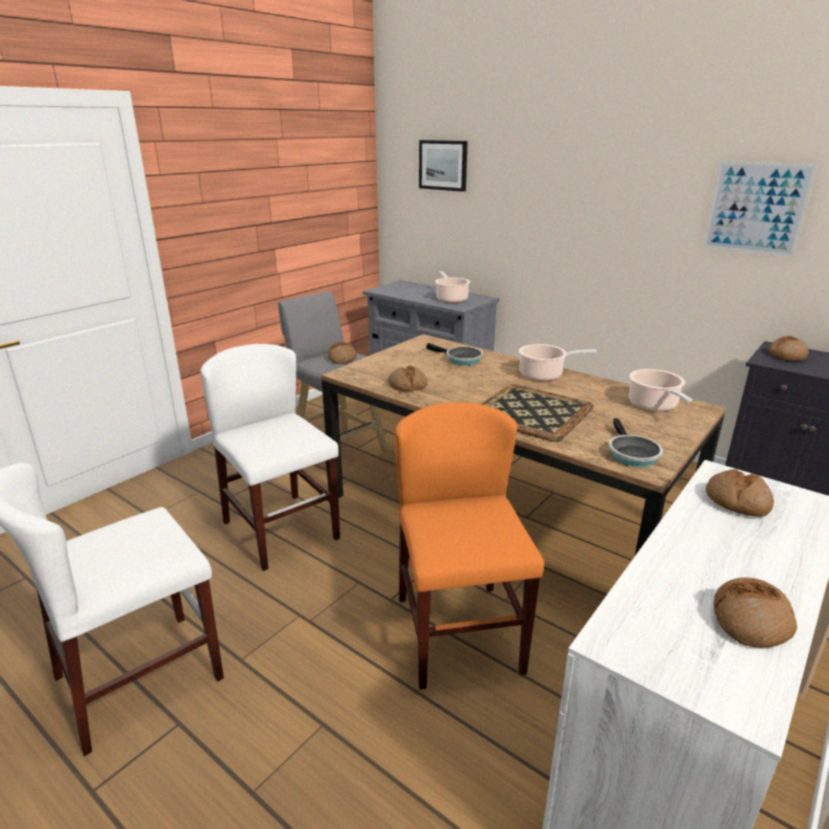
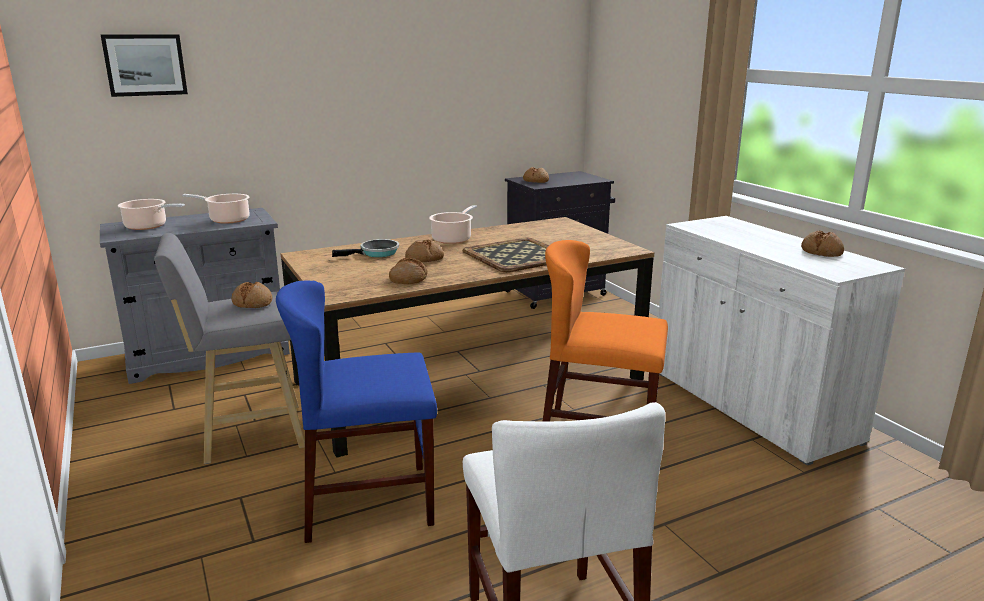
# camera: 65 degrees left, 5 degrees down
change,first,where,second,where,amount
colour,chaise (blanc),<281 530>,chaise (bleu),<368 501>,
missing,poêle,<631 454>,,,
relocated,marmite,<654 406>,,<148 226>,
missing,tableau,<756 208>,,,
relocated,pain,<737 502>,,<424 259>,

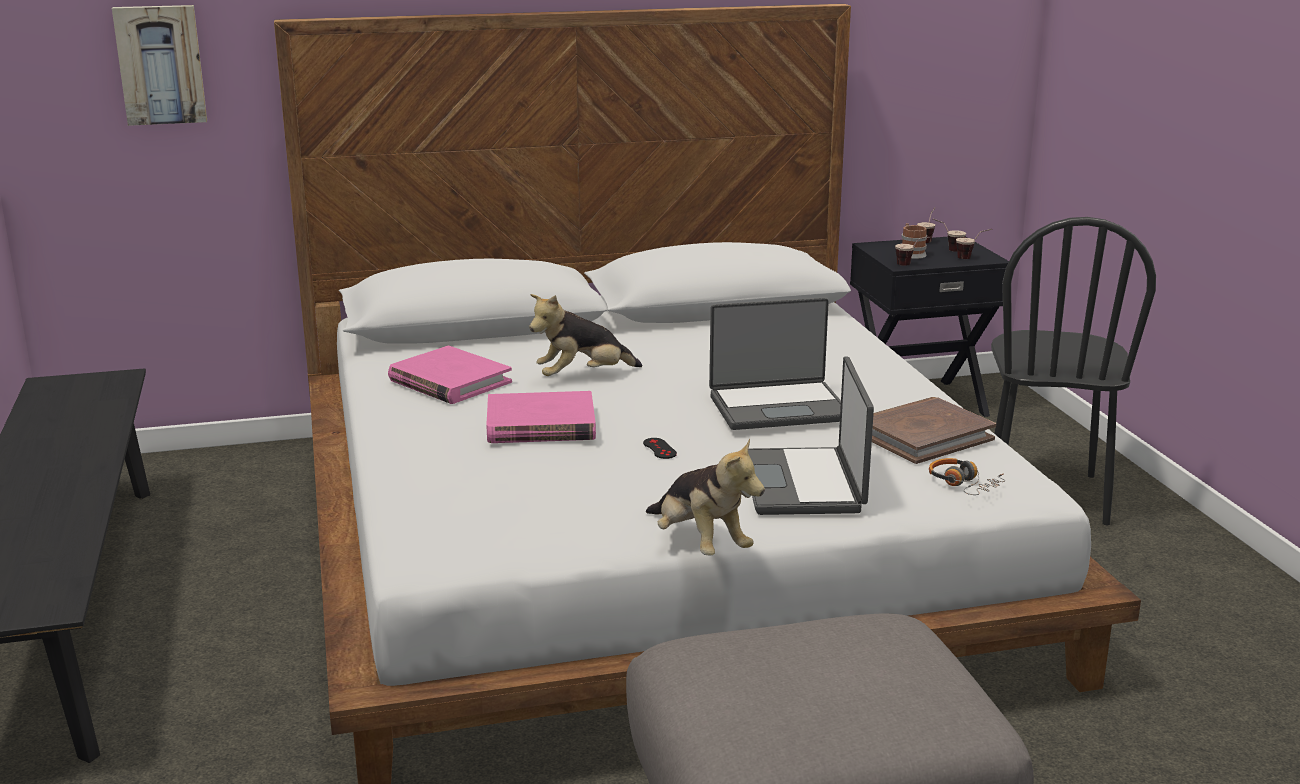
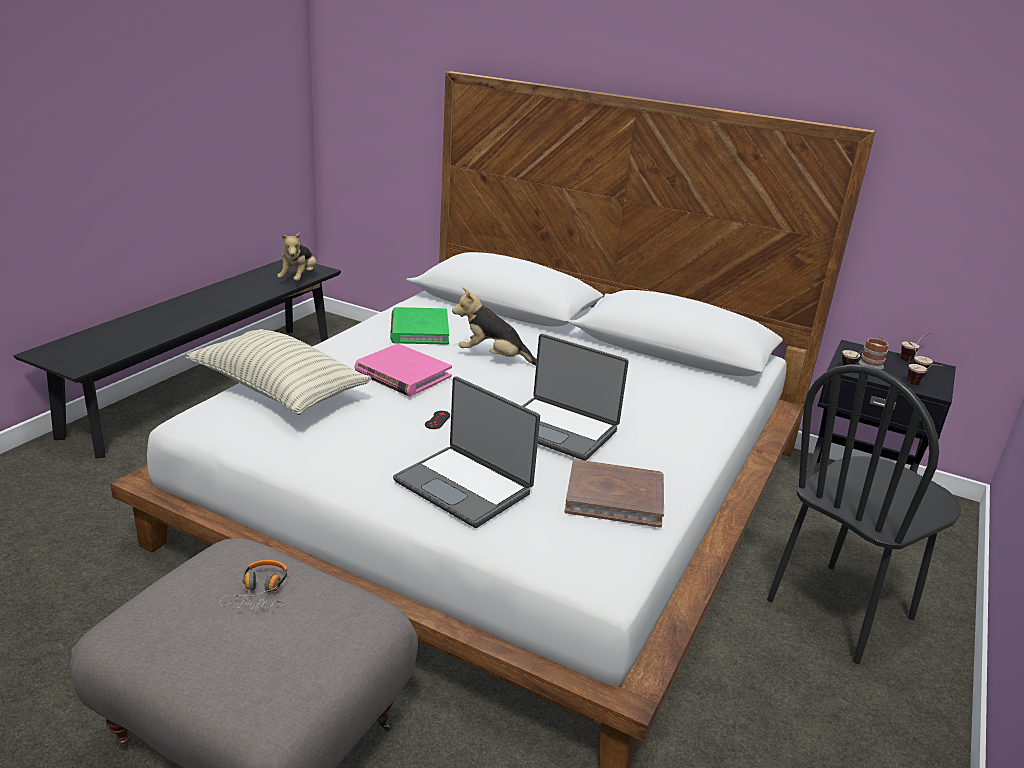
# camera: 40 degrees right, 5 degrees up
change,first,where,second,where,amount
missing,tableau,<161 64>,,,
colour,livre (rose),<449 381>,livre (vert),<419 330>,
relocated,peluche,<700 544>,,<299 279>,
spun,ordinateur portable,<805 484>,,<465 486>,90 degrees counterclockwise
relocated,casque audio,<964 484>,,<260 592>,
appeared,,,coussin,<279 390>,

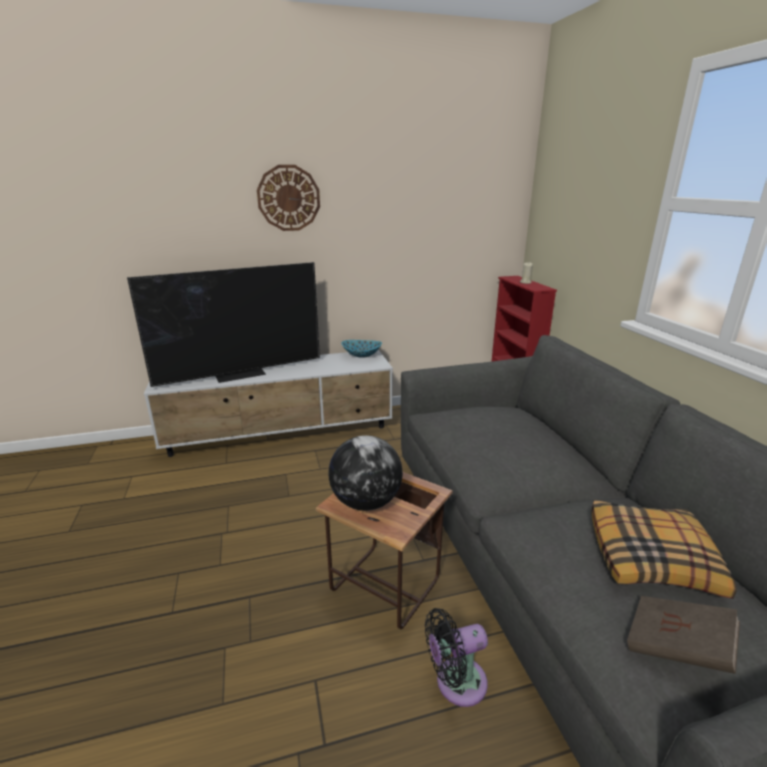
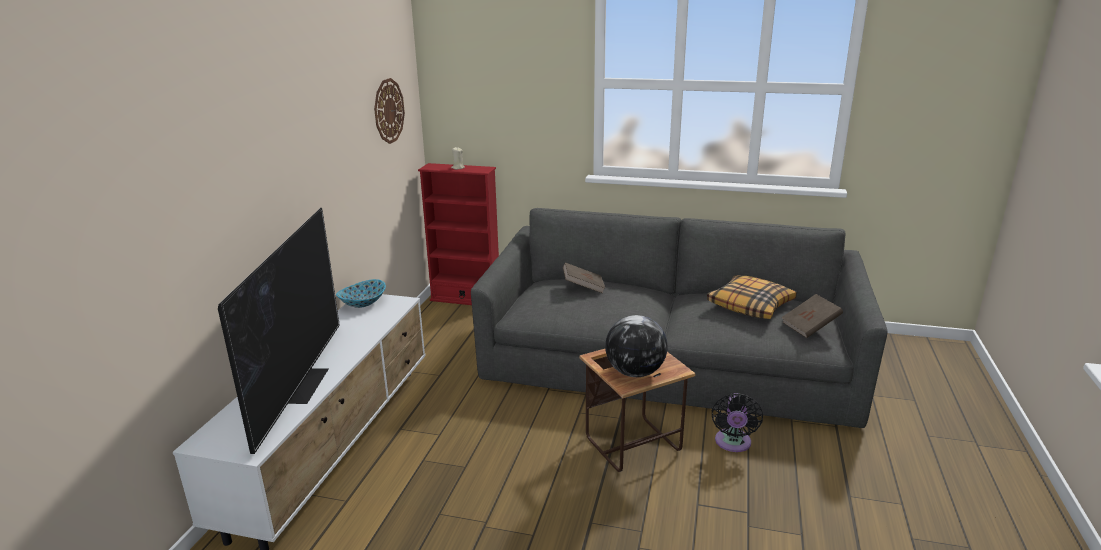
# camera: 60 degrees left, 0 degrees up
change,first,where,second,where,amount
relocated,horloge murale,<288 198>,,<388 111>,
appeared,,,livre (marron),<583 287>,

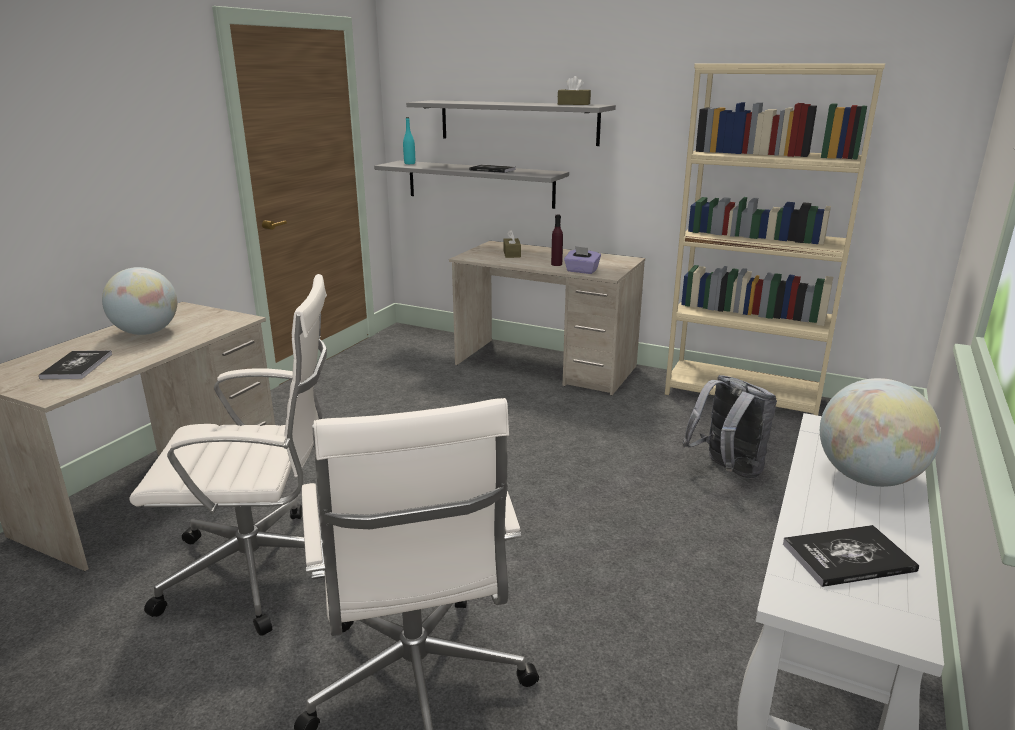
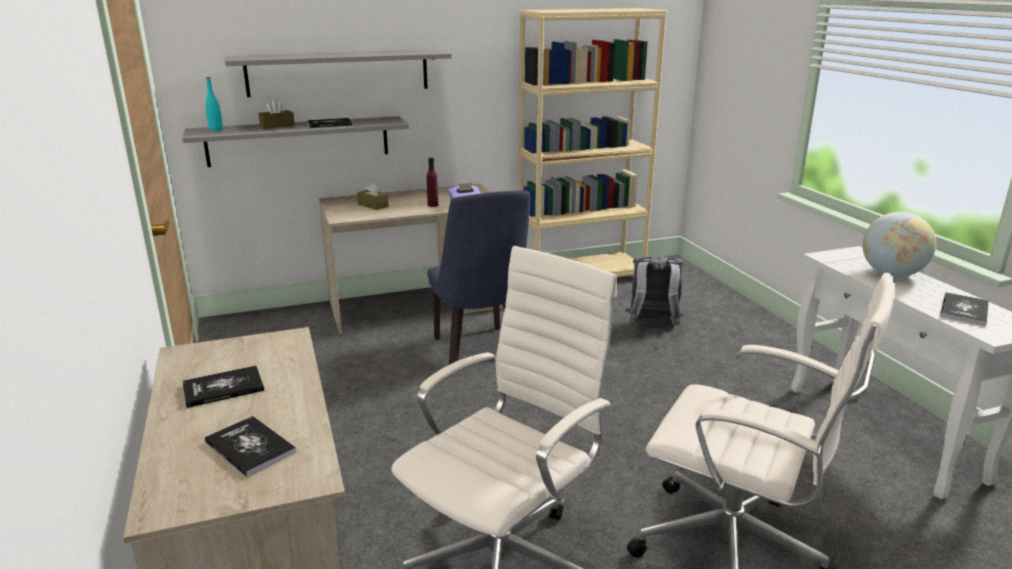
# camera: 45 degrees left, 0 degrees up
change,first,where,second,where,amount
exchanged,globe,<147 332>,livre,<223 388>,
relocated,boîte à mouchoirs (marron),<573 104>,,<277 126>,
appeared,,,chaise (bleu),<479 351>,

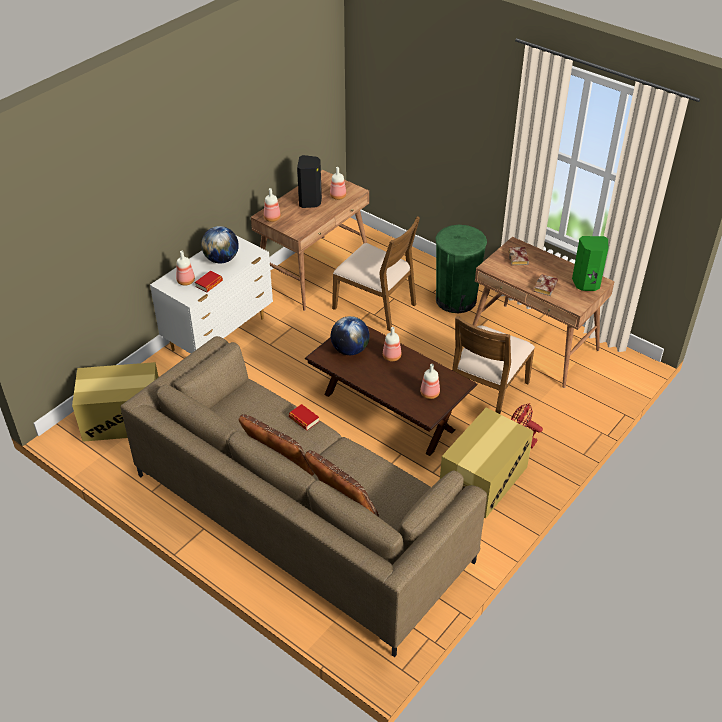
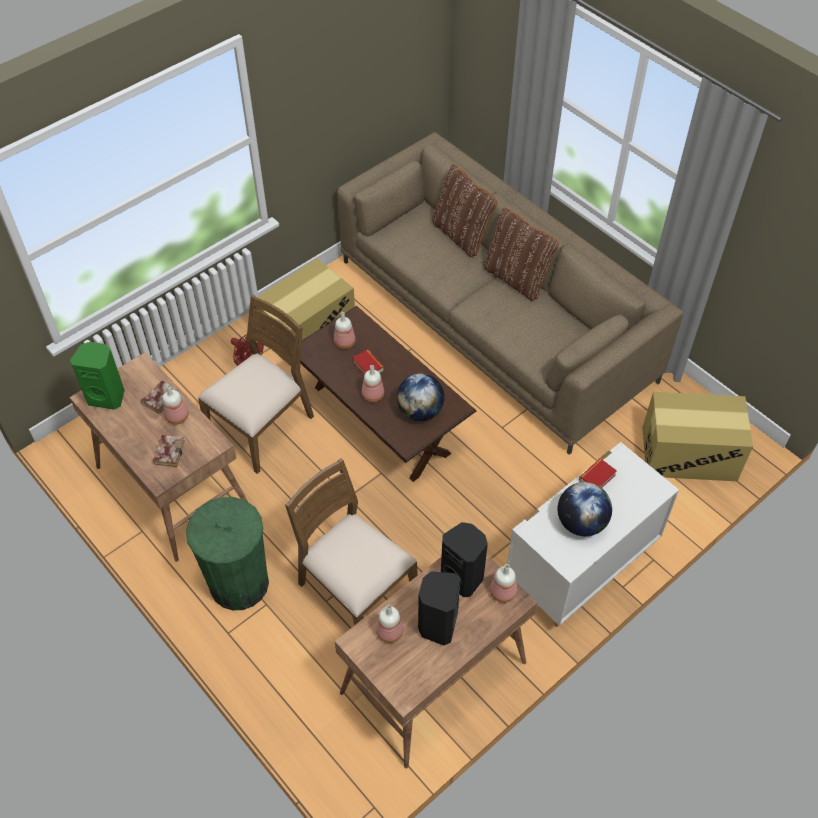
# camera: 170 degrees left, 10 degrees up
change,first,where,second,where,amount
relocated,bouteille,<186 282>,,<177 416>,
relocated,livre,<304 419>,,<368 366>,
appeared,,,enceinte (noir),<463 577>,

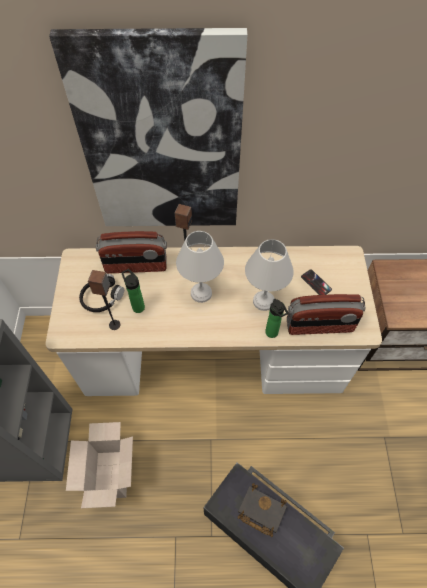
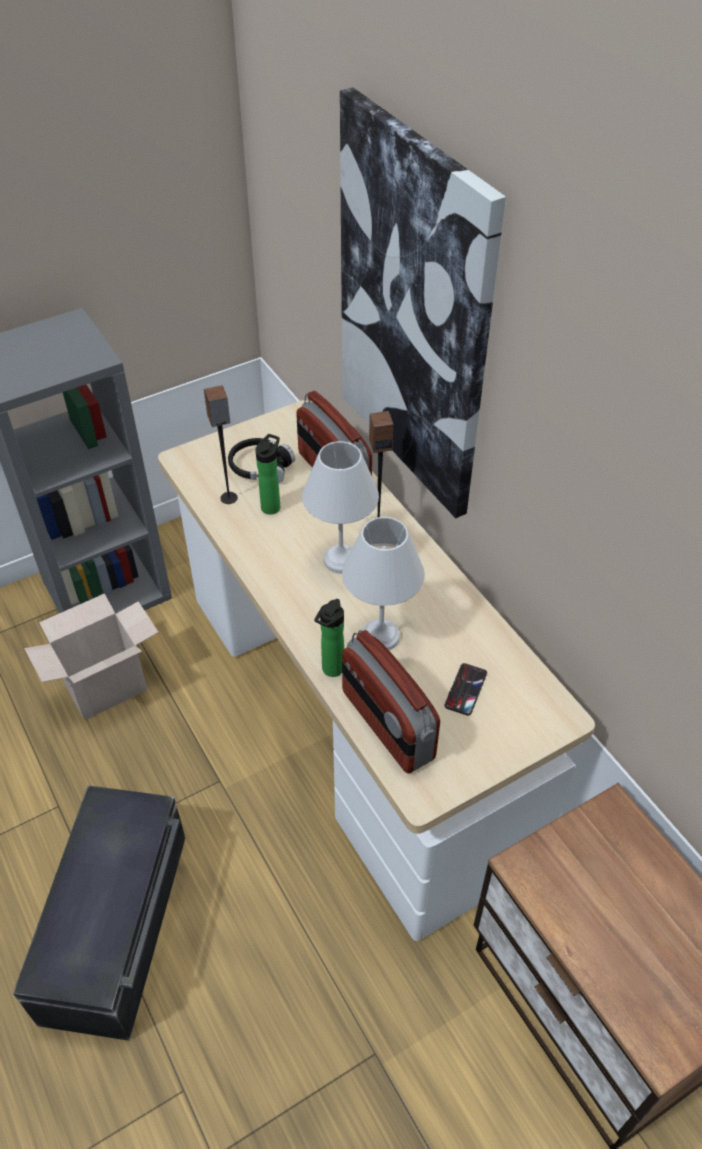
# camera: 60 degrees right, 10 degrees down
change,first,where,second,where,amount
missing,livre (noir),<260 511>,,,

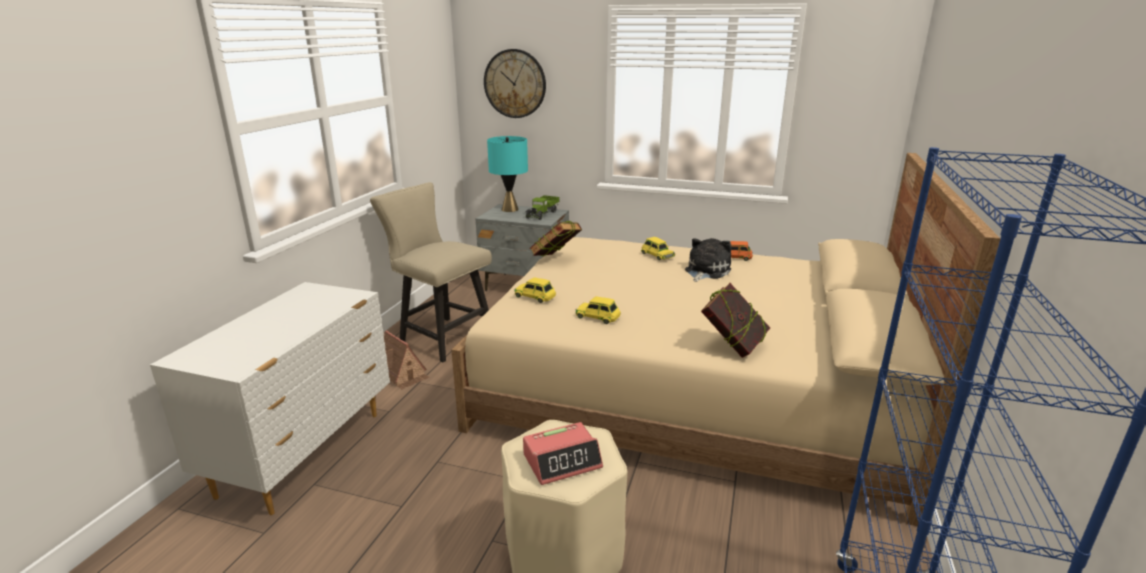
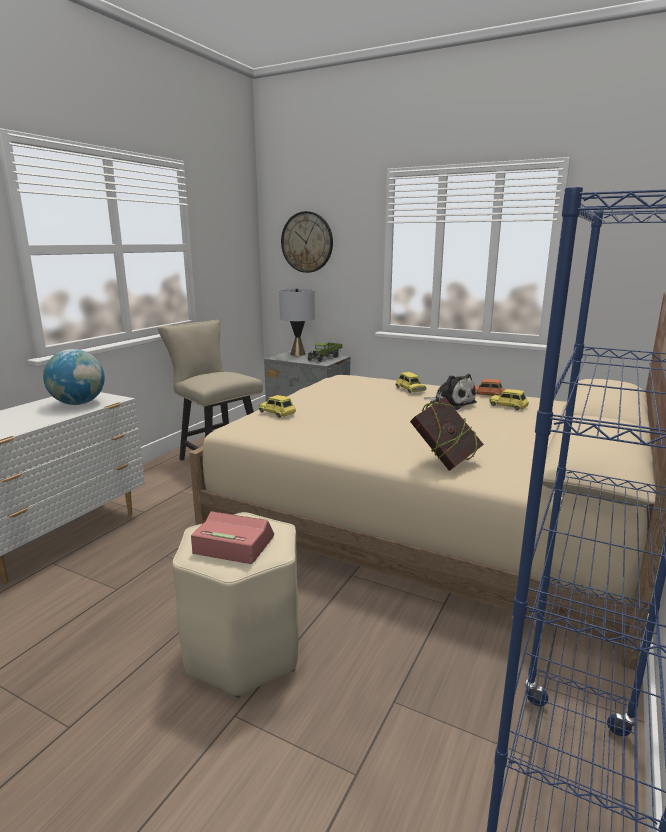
# camera: 10 degrees right, 5 degrees down
change,first,where,second,where,amount
missing,maison miniature,<402 374>,,,
colour,lampe de table (turquoise),<510 209>,lampe de table (gris),<298 354>,
spun,réveil,<562 461>,,<233 545>,150 degrees counterclockwise
missing,livre,<556 260>,,,
relocated,petite voiture (jaune),<598 316>,,<508 405>,
spun,peluche,<705 271>,,<451 403>,90 degrees clockwise
appeared,,,globe,<78 403>,

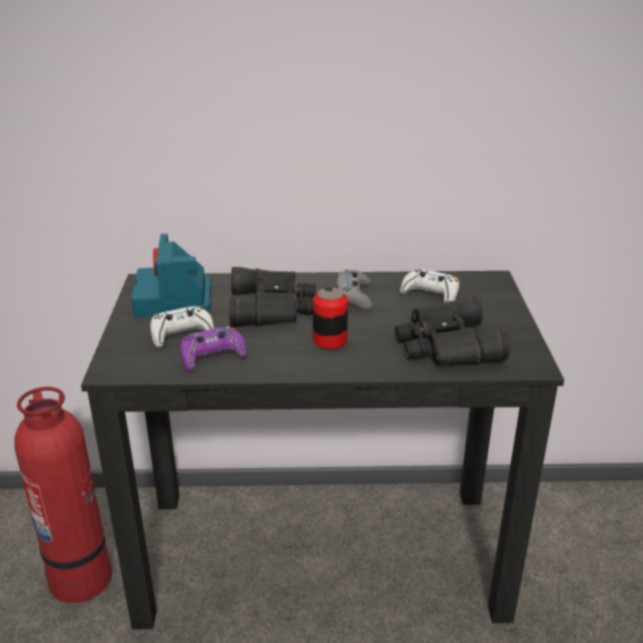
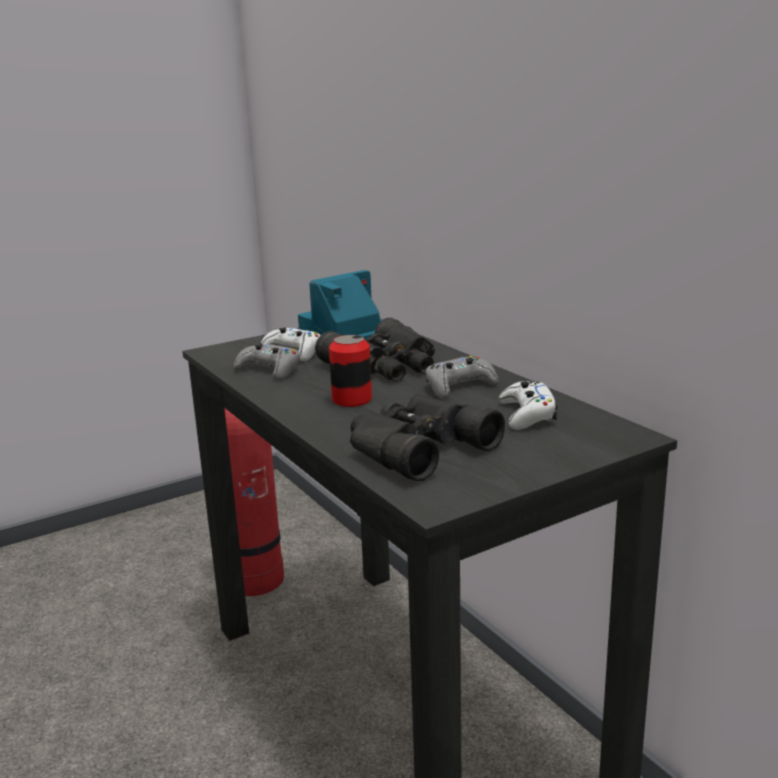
# camera: 60 degrees right, 10 degrees down
change,first,where,second,where,amount
colour,manette (violet),<212 356>,manette (gris),<269 370>,

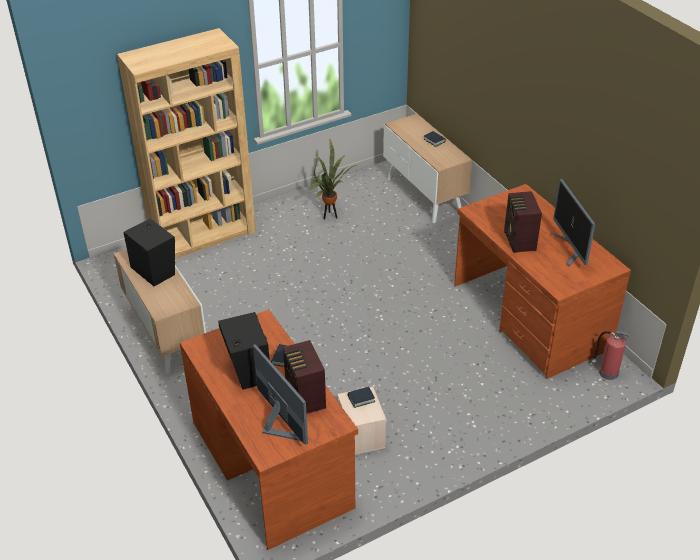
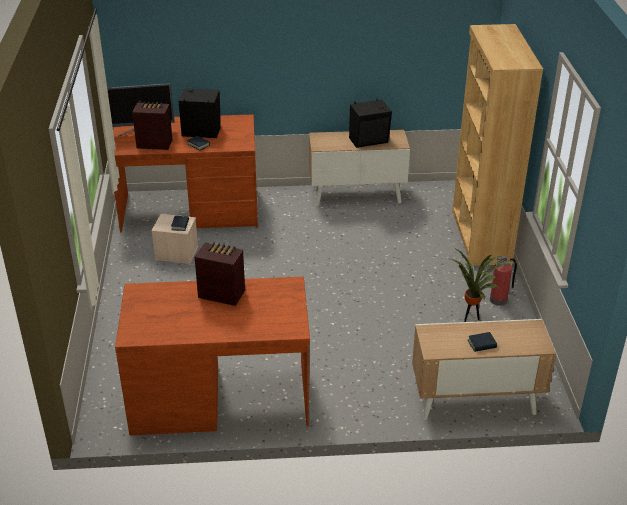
# camera: 115 degrees right, 5 degrees down
change,first,where,second,where,amount
missing,écran d'ordinateur,<570 249>,,,
relocated,extincteur,<607 372>,,<499 299>,

